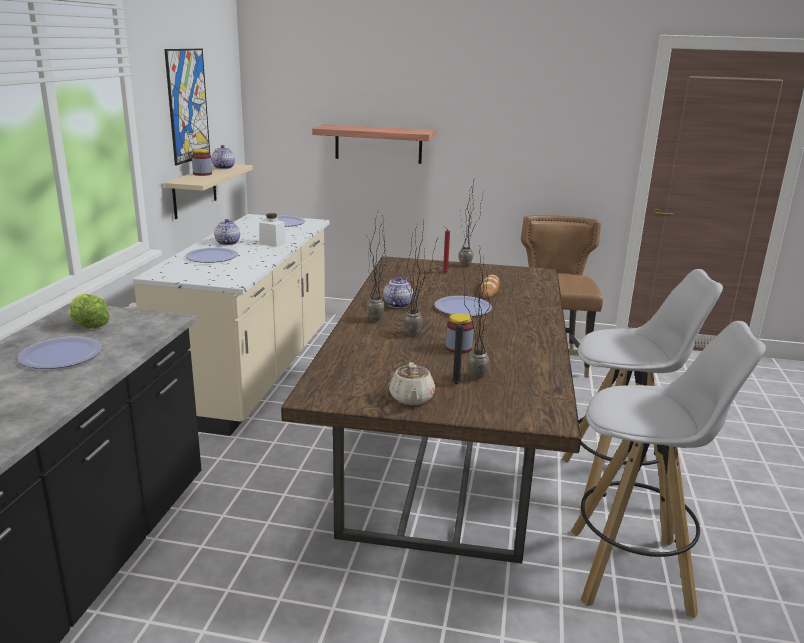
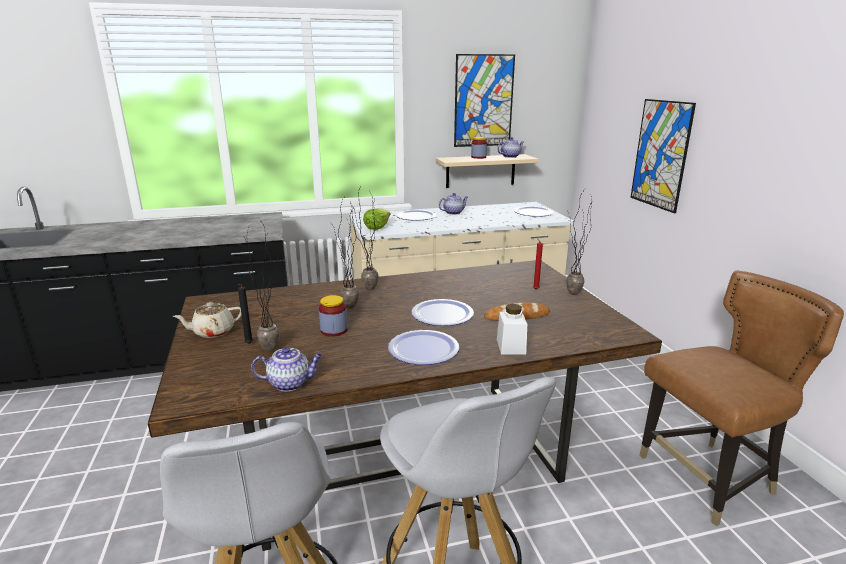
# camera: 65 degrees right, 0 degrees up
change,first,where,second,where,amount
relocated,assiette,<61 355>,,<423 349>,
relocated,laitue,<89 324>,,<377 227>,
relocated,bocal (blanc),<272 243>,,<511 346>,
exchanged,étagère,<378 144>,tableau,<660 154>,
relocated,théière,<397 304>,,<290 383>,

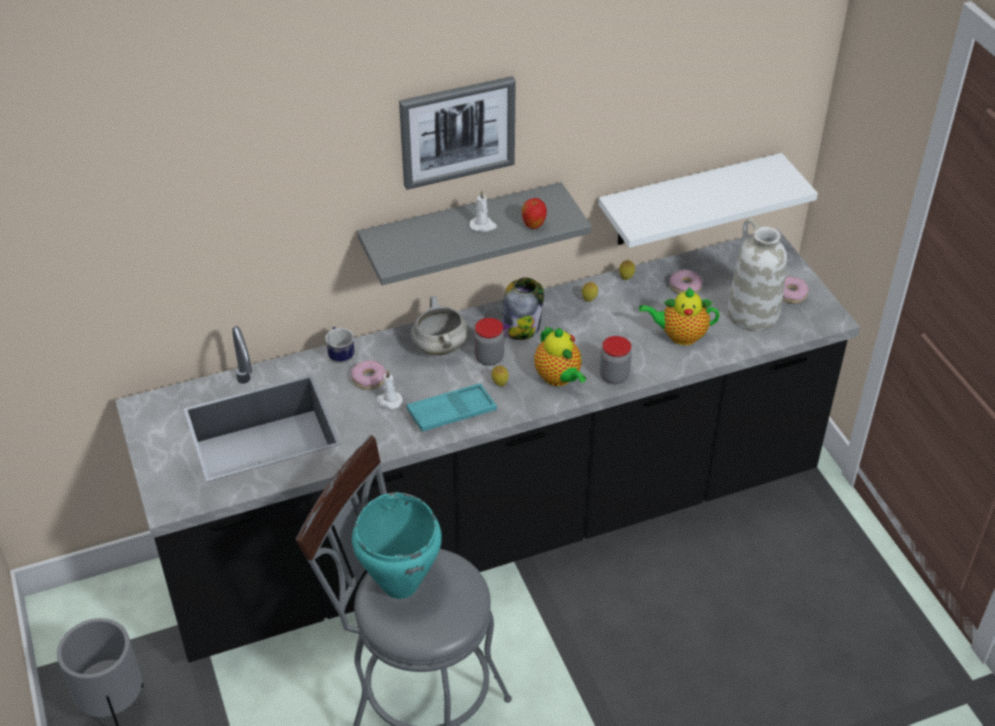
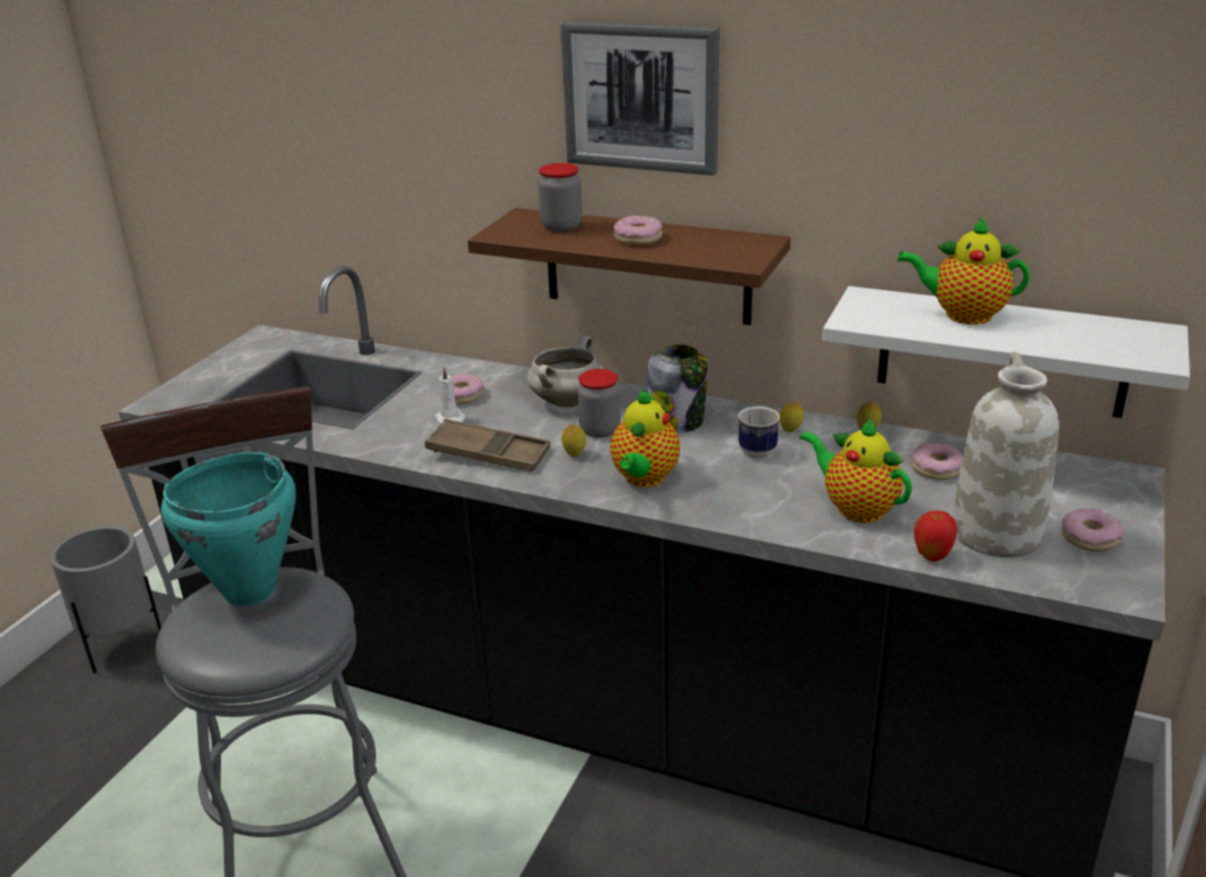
# camera: 45 degrees right, 15 degrees down
change,first,where,second,where,amount
relocated,mug,<340 355>,,<759 449>,
colour,étagère (gris),<462 233>,étagère (marron),<647 266>,
colour,plateau (turquoise),<452 412>,plateau (marron),<488 454>,
exchanged,bougie (blanc),<483 225>,beignet,<638 238>,
relocated,pomme,<533 226>,,<932 557>,
relocated,bocal,<614 376>,,<561 227>,
appeared,,,théière,<962 315>,

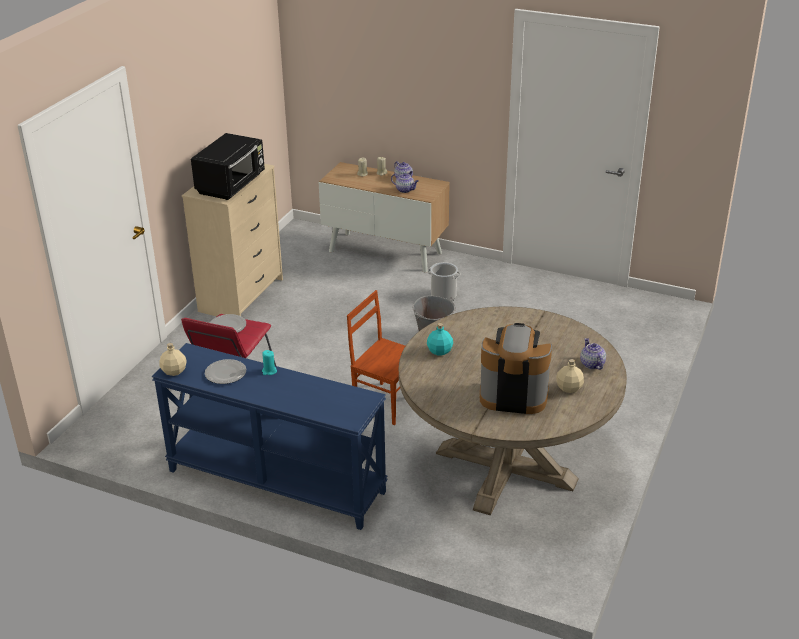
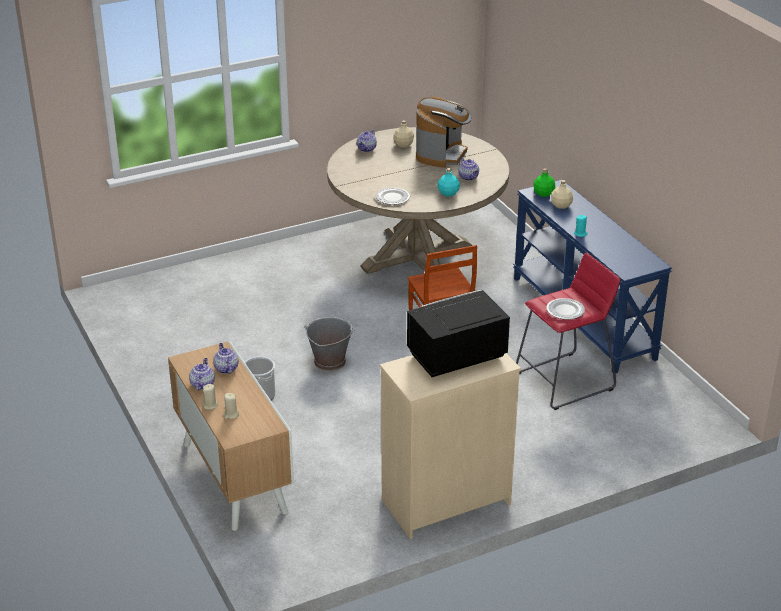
# camera: 140 degrees left, 0 degrees up
change,first,where,second,where,amount
relocated,bouteille (beige),<174 371>,,<561 205>,
relocated,assiette,<226 373>,,<393 197>,
spun,machine à café,<513 395>,,<442 155>,120 degrees counterclockwise
appeared,,,théière,<469 177>,
appeared,,,bouteille (vert),<544 193>,

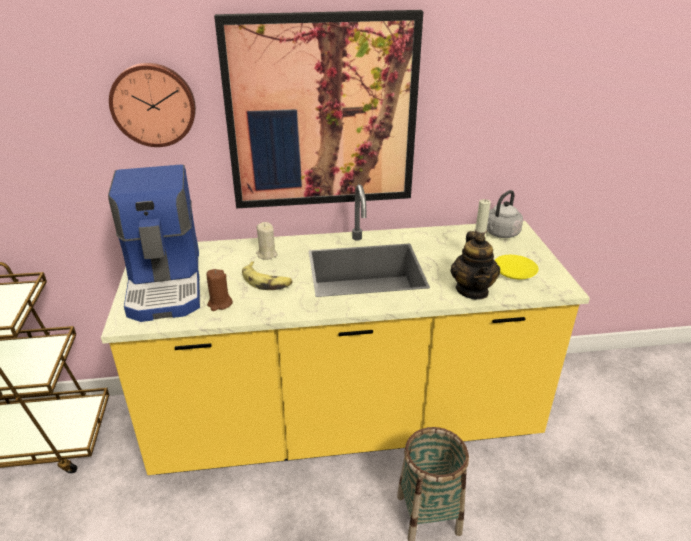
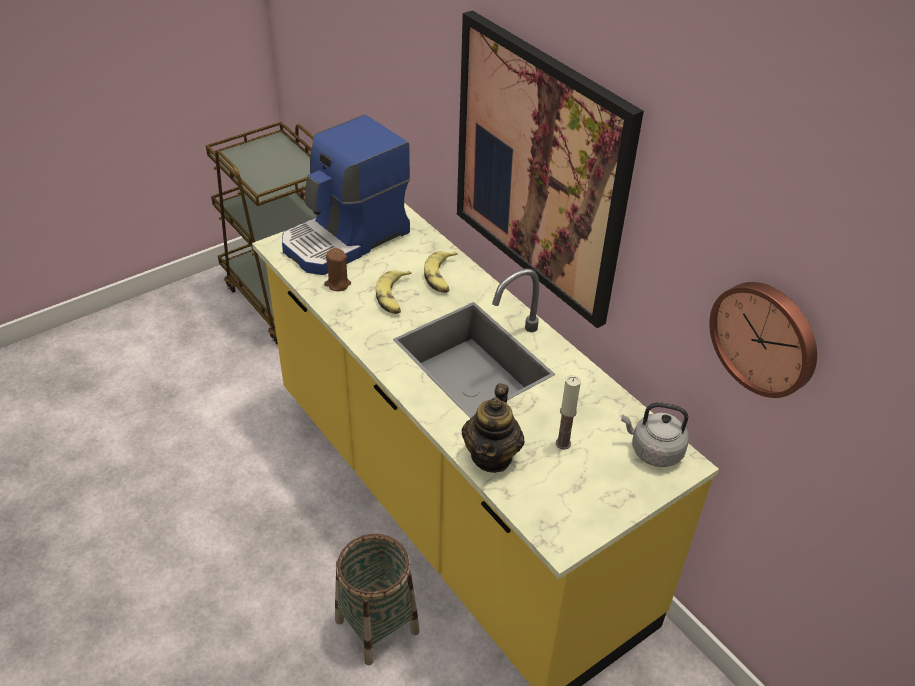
# camera: 60 degrees right, 10 degrees up
change,first,where,second,where,amount
relocated,horloge murale,<153 104>,,<765 337>,
exchanged,bougie (beige),<266 254>,banane,<441 277>,
spun,théière,<472 290>,,<492 456>,45 degrees counterclockwise
missing,assiette (jaune),<514 272>,,,

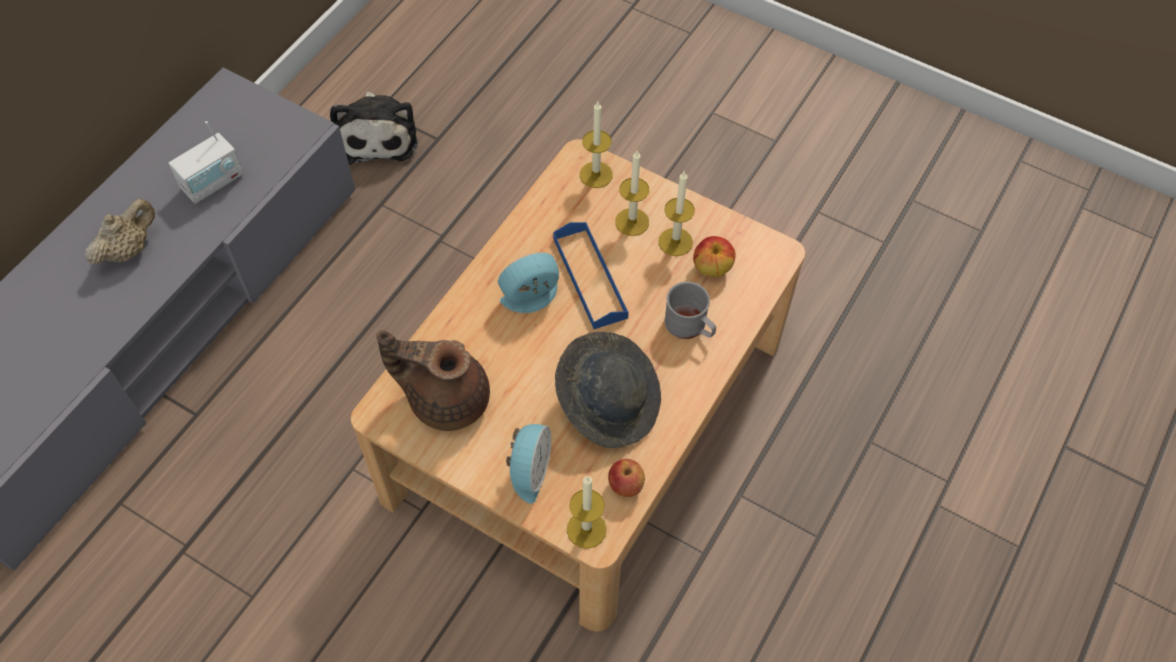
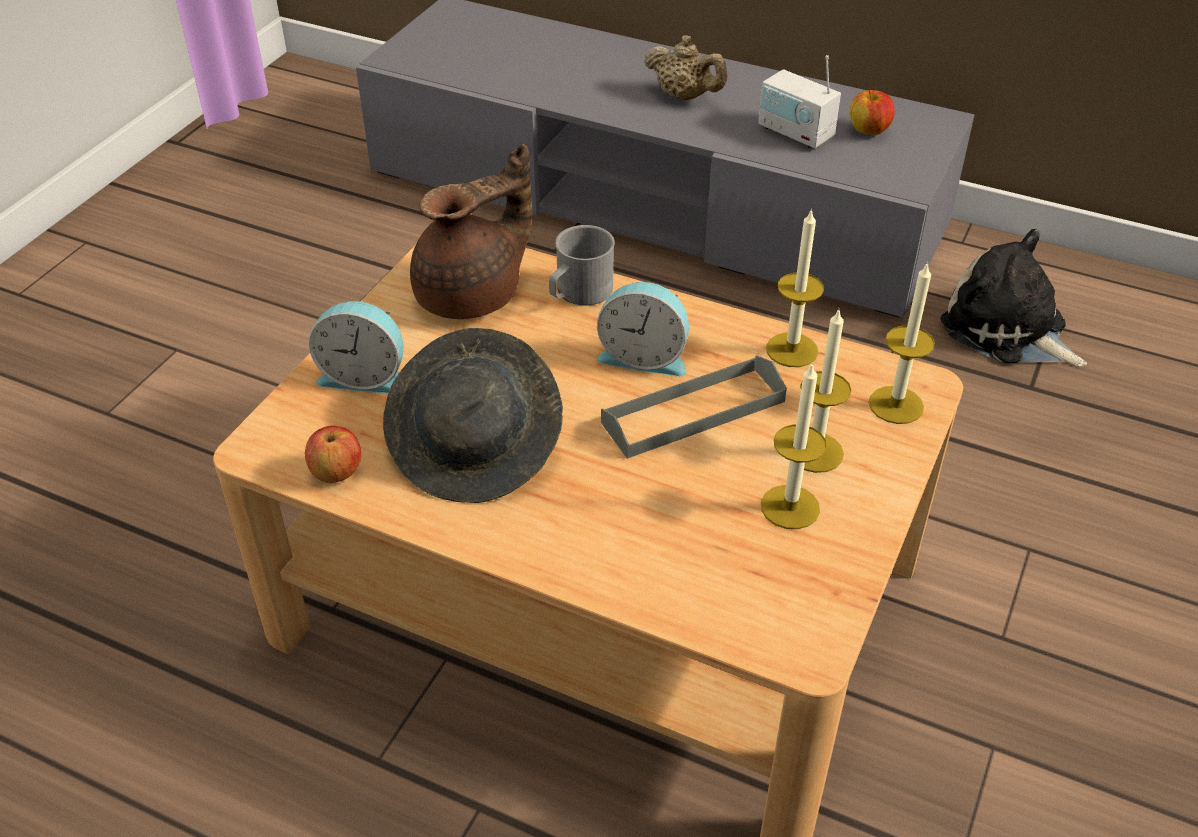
# camera: 85 degrees right, 15 degrees down
change,first,where,second,where,amount
spun,peluche,<377 135>,,<1008 330>,60 degrees clockwise
spun,théière (marron),<445 398>,,<473 295>,45 degrees clockwise
spun,réveil,<532 298>,,<644 356>,135 degrees clockwise
colour,plateau (bleu),<590 278>,plateau (gris),<693 412>,
relocated,bougie,<586 529>,,<792 350>,
relocated,mug (gris),<690 326>,,<578 293>,
relocated,pomme,<712 268>,,<868 131>,

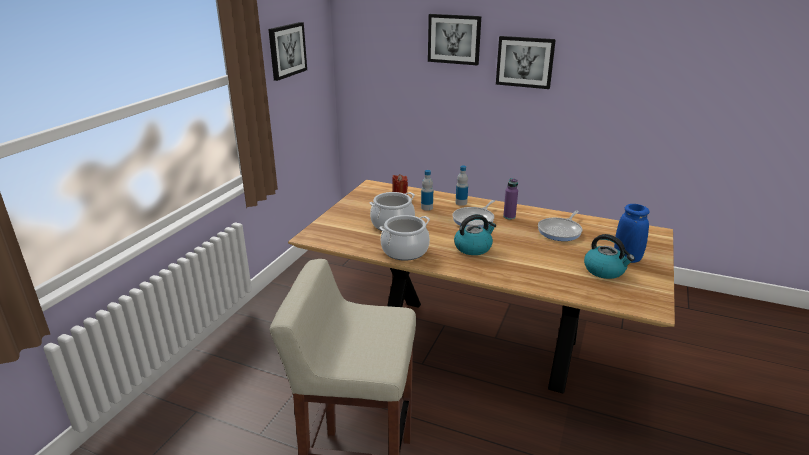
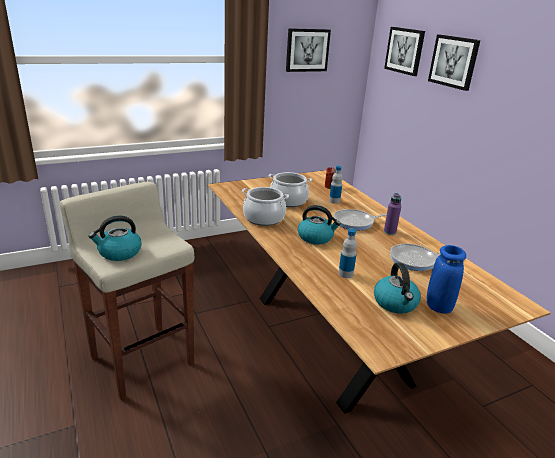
# camera: 40 degrees right, 0 degrees up
change,first,where,second,where,amount
relocated,bouteille,<461 203>,,<345 274>,
relocated,tableau,<525 62>,,<405 50>,
appeared,,,bouilloire,<119 253>,

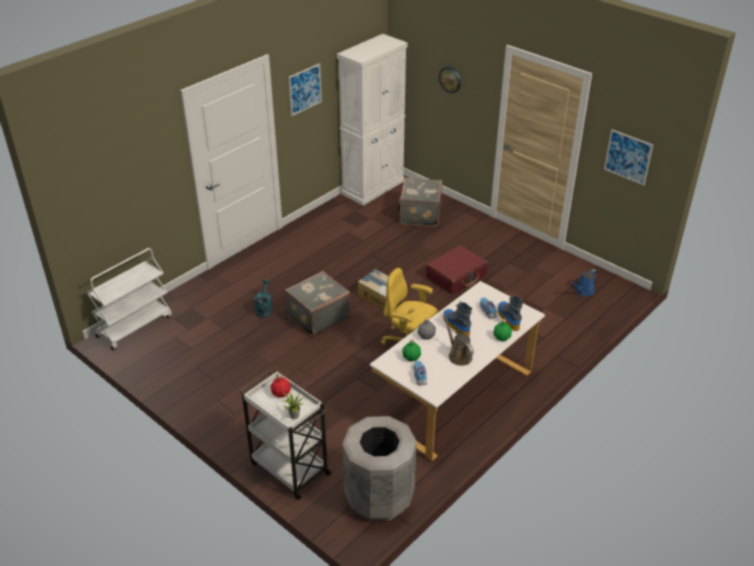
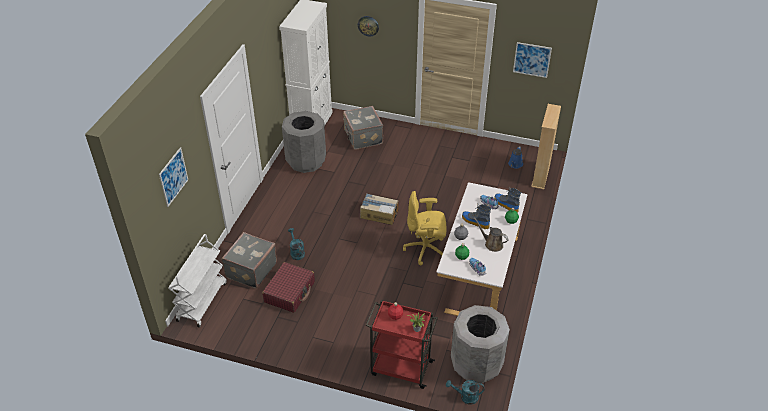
# camera: 25 degrees left, 5 degrees up
change,first,where,second,where,amount
colour,chariot (blanc),<288 467>,chariot (rouge),<400 368>,
relocated,valise (gris),<317 316>,,<250 270>,
relocated,tableau,<305 89>,,<173 177>,
relocated,valise (rouge),<456 276>,,<290 292>,
appeared,,,poubelle (gris),<306 161>,
appeared,,,arrosoir (turquoise),<465 397>,
appeared,,,bibliothèque (beige),<540 176>,

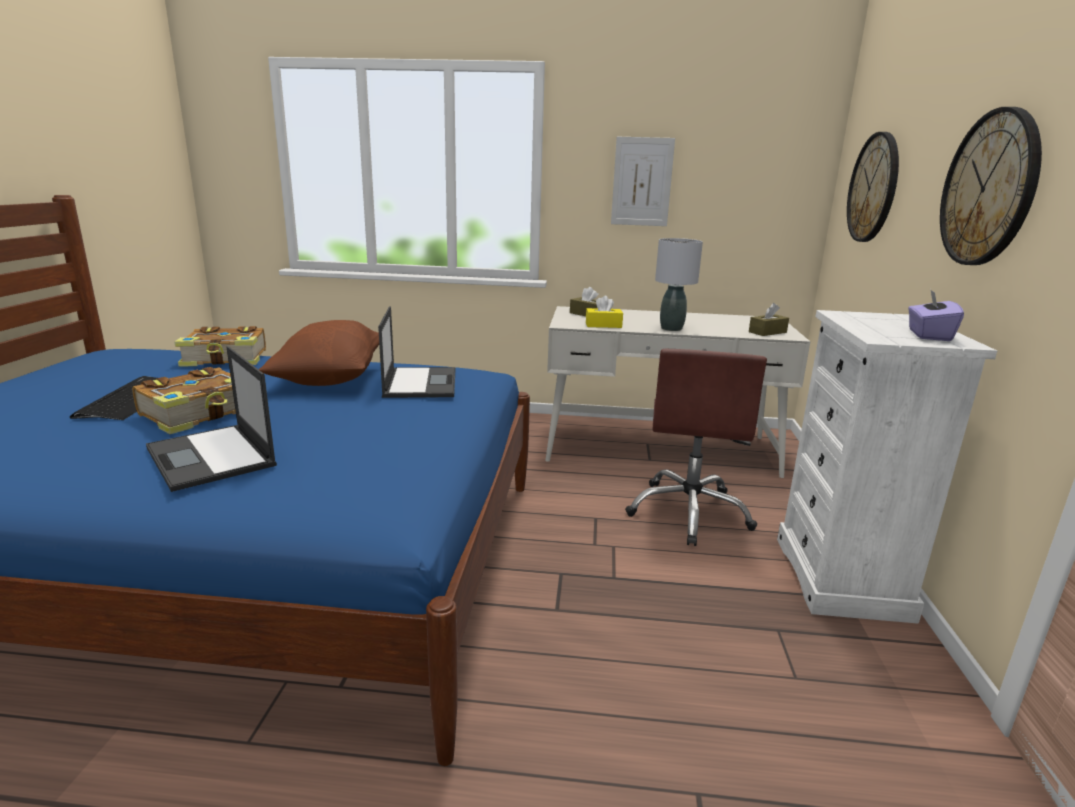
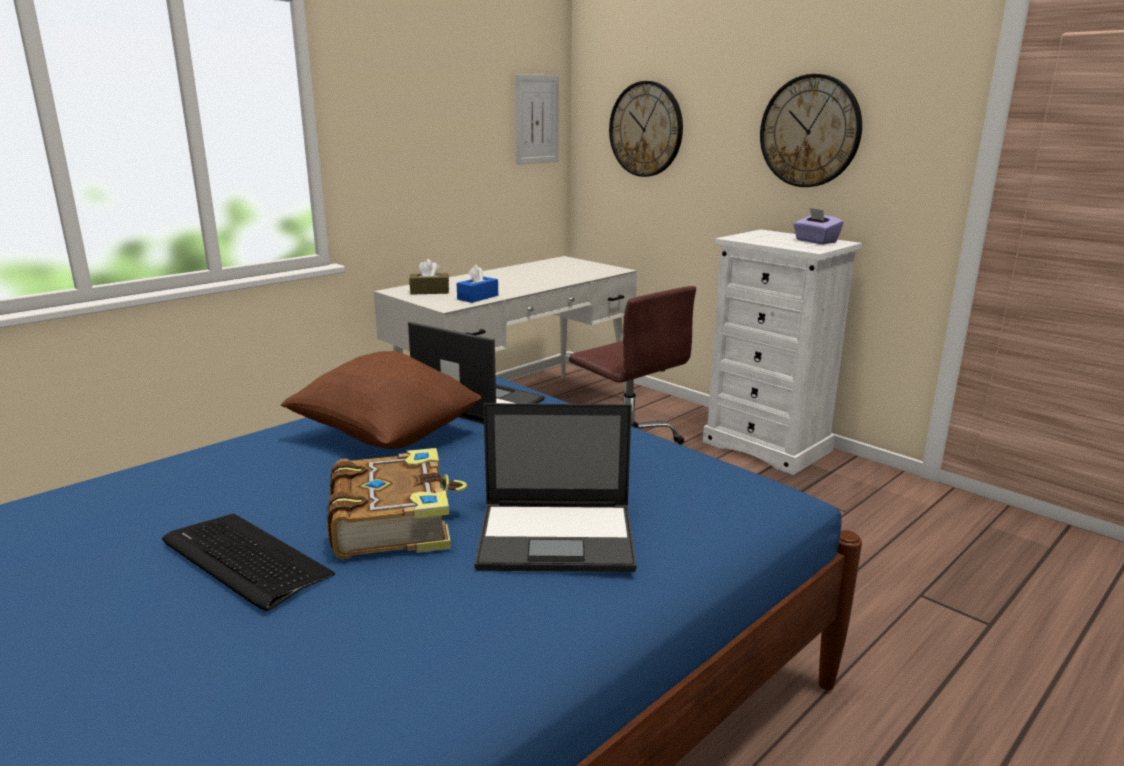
# camera: 50 degrees left, 0 degrees up
change,first,where,second,where,amount
missing,livre,<226 359>,,,
colour,boîte à mouchoirs (jaune),<603 325>,boîte à mouchoirs (bleu),<478 297>,
relocated,tableau,<642 182>,,<536 119>,
missing,lampe de table (gris),<672 328>,,,
missing,boîte à mouchoirs (marron),<767 332>,,,

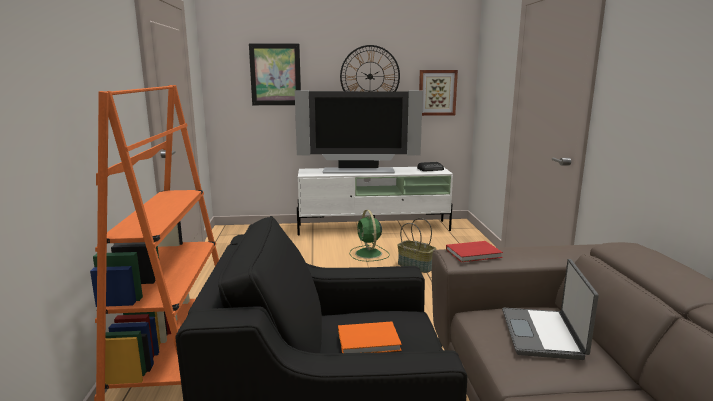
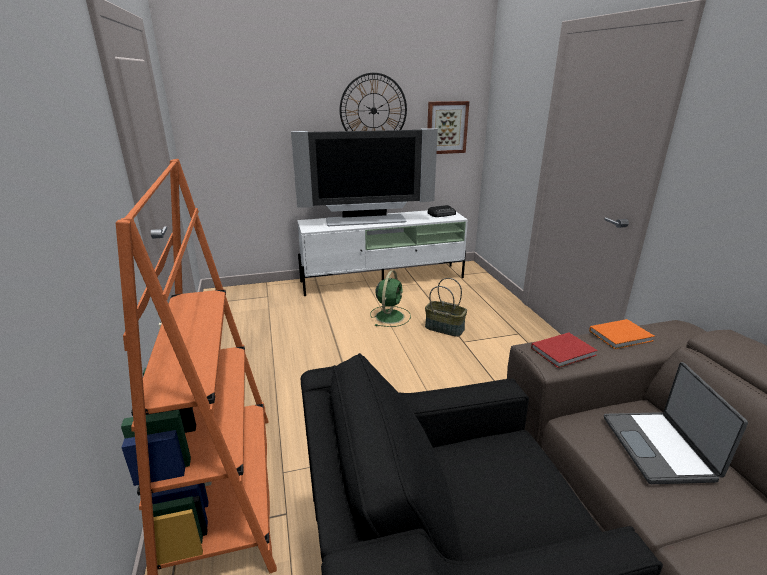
# camera: 10 degrees left, 10 degrees up
change,first,where,second,where,amount
missing,tableau,<275 74>,,,
relocated,livre (orange),<370 341>,,<622 336>,
spun,ventilateur (vert),<369 254>,,<390 316>,135 degrees counterclockwise

